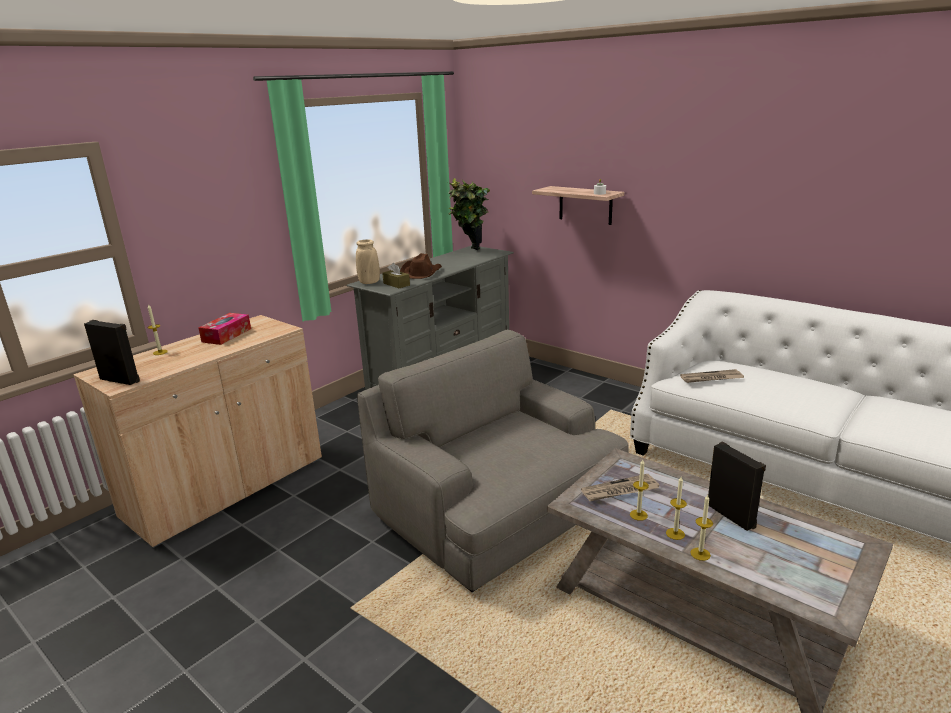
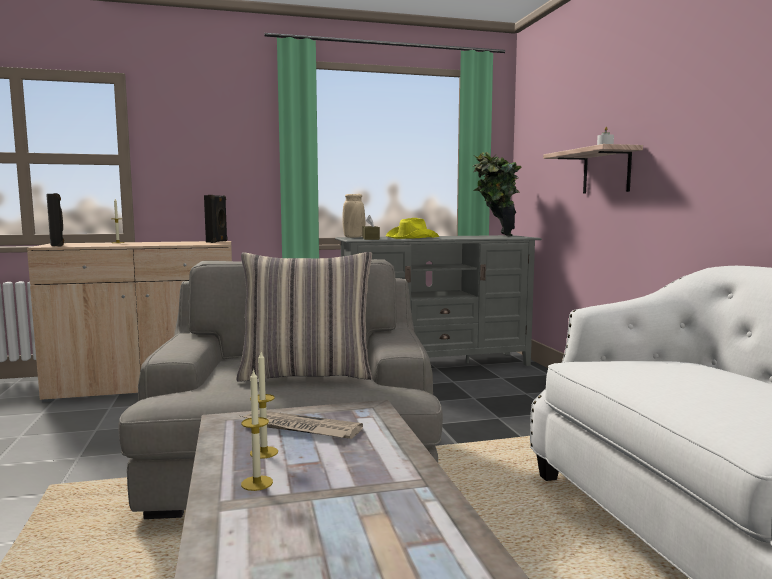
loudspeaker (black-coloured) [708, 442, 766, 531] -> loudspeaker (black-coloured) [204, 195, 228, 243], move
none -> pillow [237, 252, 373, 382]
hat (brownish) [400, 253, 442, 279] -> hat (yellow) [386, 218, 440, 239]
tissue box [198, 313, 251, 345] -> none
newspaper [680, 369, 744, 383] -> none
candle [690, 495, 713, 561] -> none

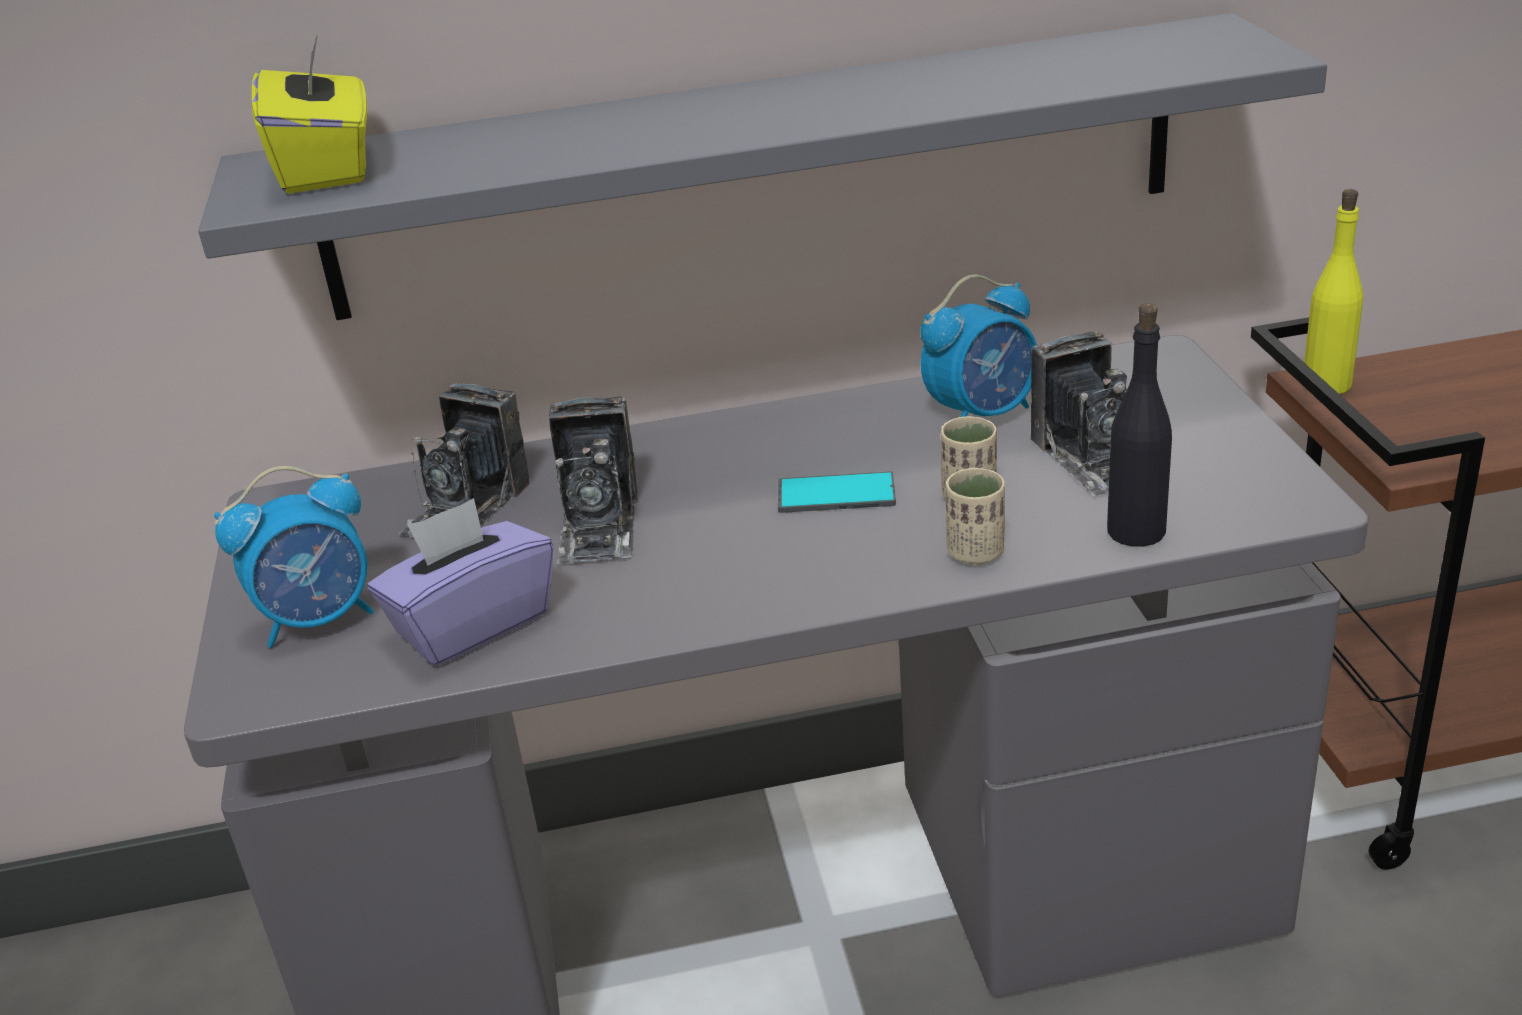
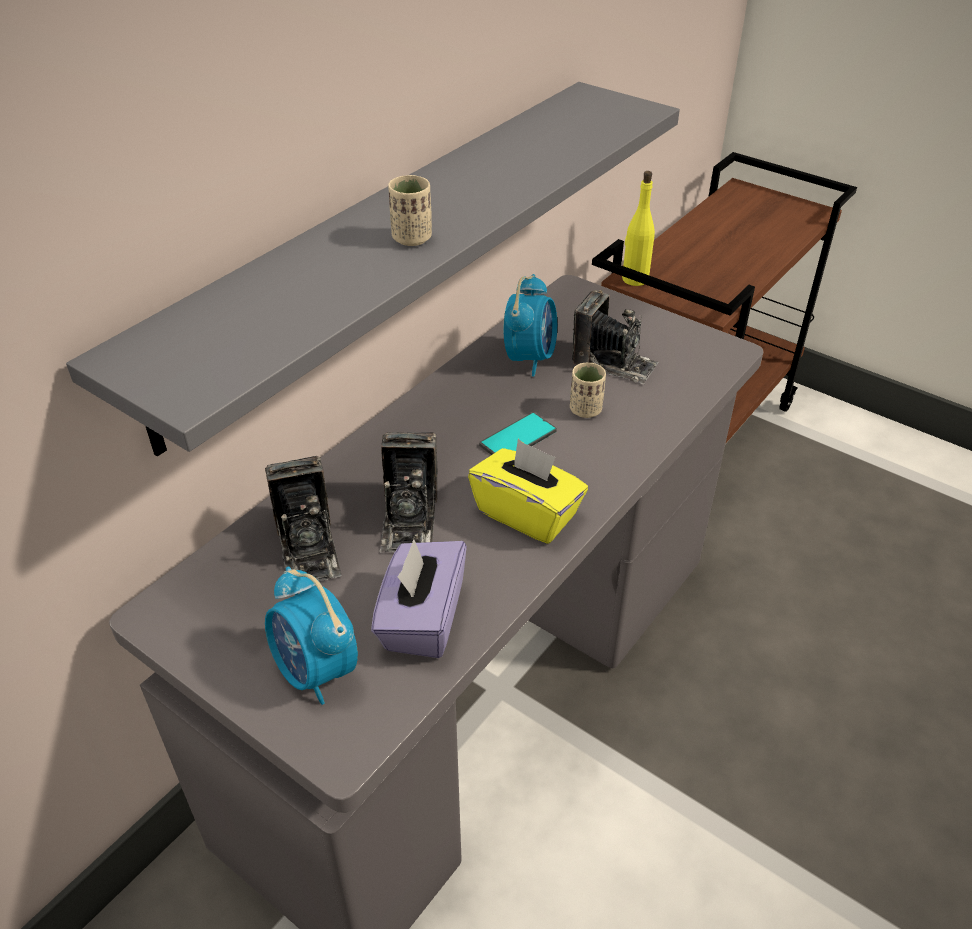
alarm clock [214, 466, 374, 648] -> alarm clock [265, 567, 358, 705], 120 degrees clockwise
photo camera [549, 396, 638, 565] -> photo camera [380, 432, 438, 553], 45 degrees clockwise
cup (beige) [946, 468, 1005, 565] -> cup (beige) [388, 175, 432, 246], move
tissue box (yellow) [252, 34, 367, 194] -> tissue box (yellow) [468, 439, 588, 544], move
beverage bottle (black-coloured) [1107, 303, 1172, 547] -> none

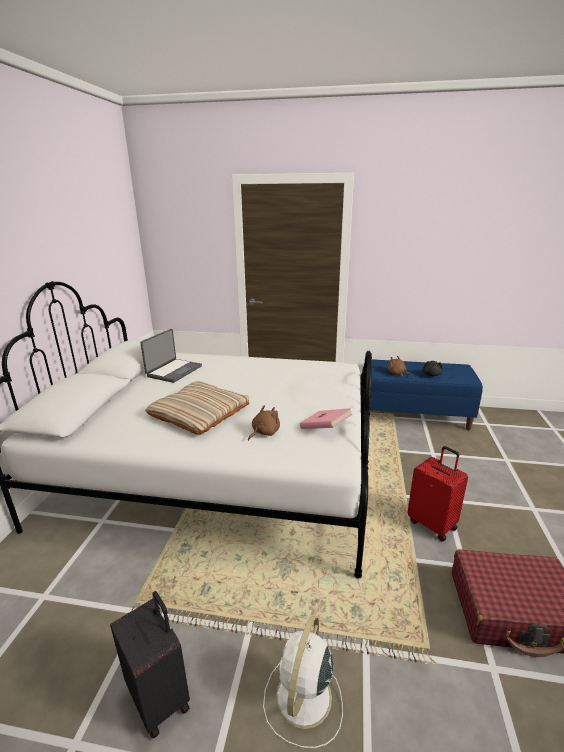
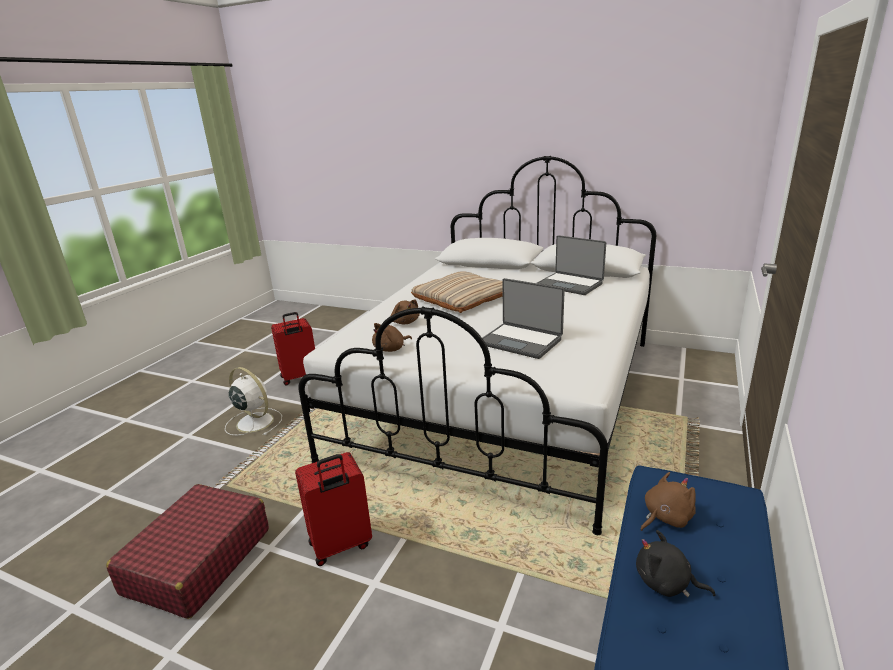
suitcase (black-coloured) [110, 591, 190, 739] -> suitcase (red-coloured) [271, 312, 315, 386]
book (pink) [300, 408, 353, 429] -> soft toy (brownish) [372, 323, 412, 352]
none -> notebook computer [482, 278, 565, 359]

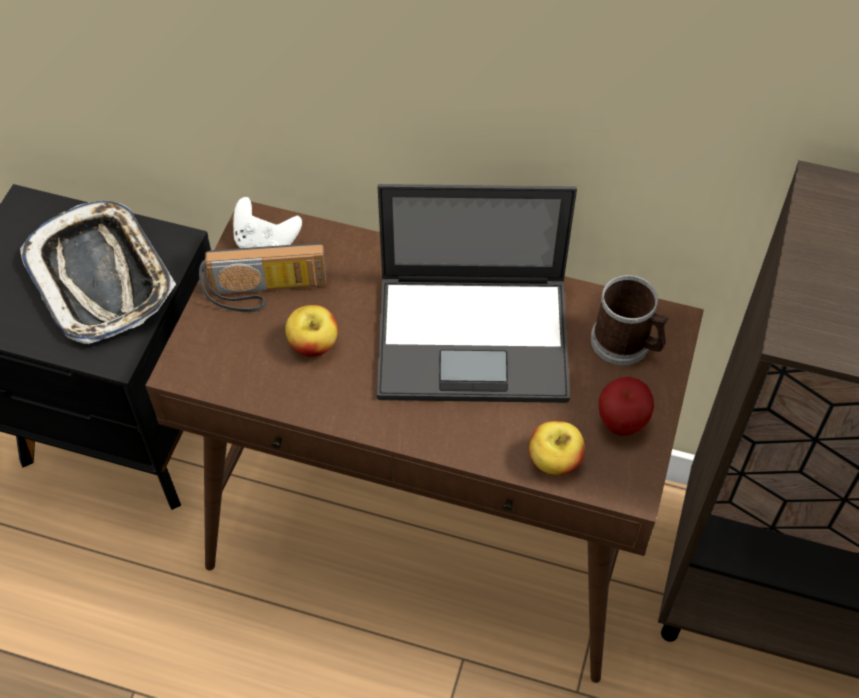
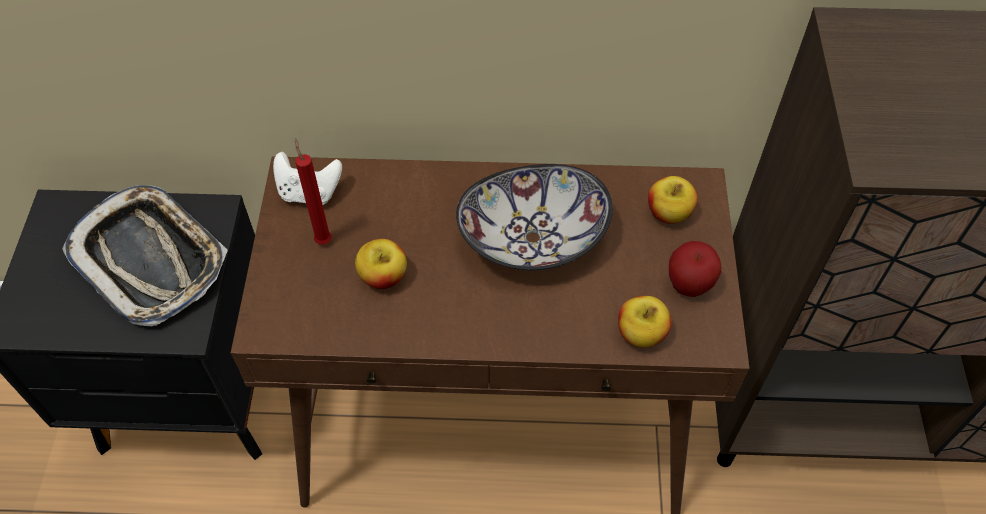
radio set [199, 243, 327, 312] -> candle (red-coloured) [295, 138, 332, 245]
notebook computer [377, 184, 577, 403] -> serving bowl [456, 164, 613, 271]
coffee mug [591, 275, 669, 365] -> apple fruit [648, 176, 698, 224]

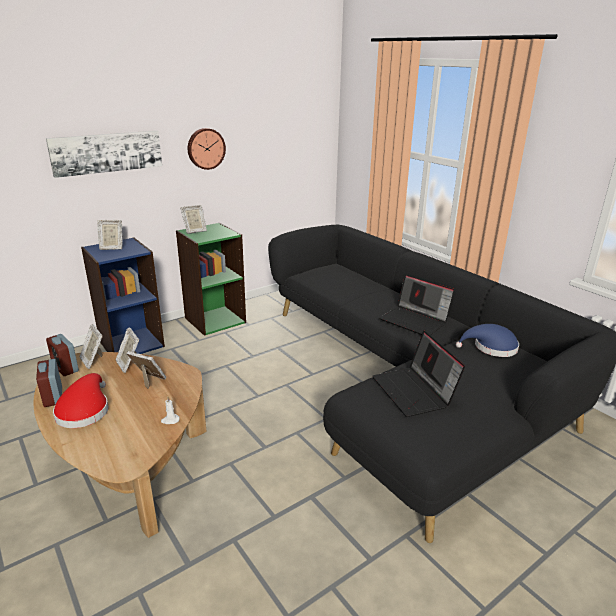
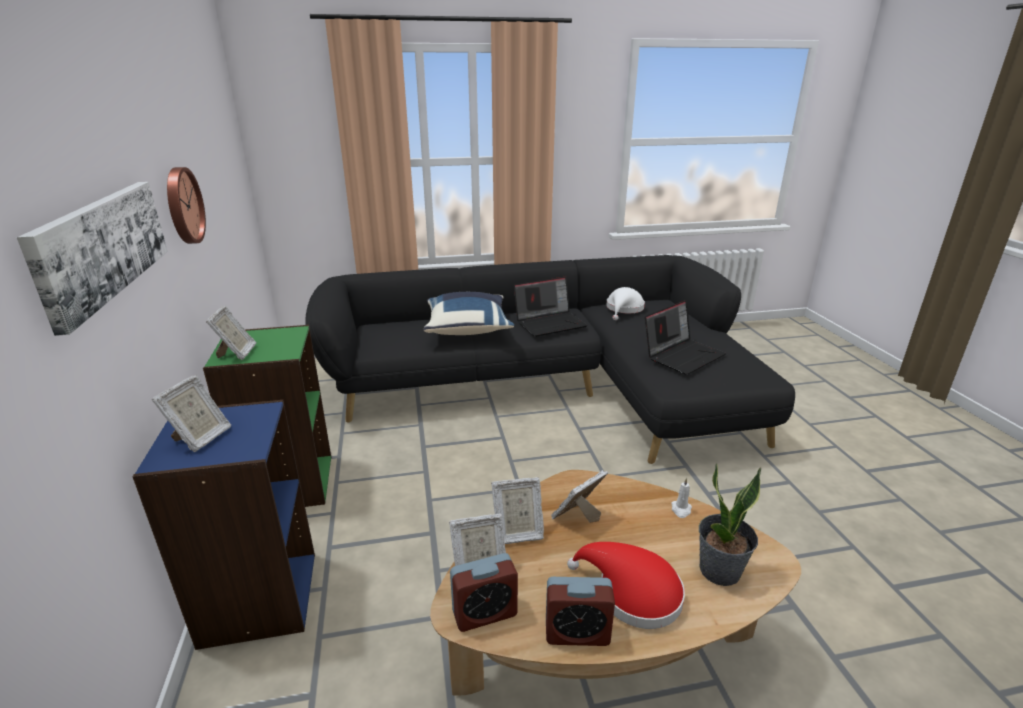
none -> pillow (blue-coloured) [424, 292, 514, 335]
hat (blue-coloured) [456, 324, 519, 357] -> hat (white) [606, 287, 645, 320]
notebook computer [372, 331, 465, 417] -> notebook computer [645, 300, 726, 375], 45 degrees counterclockwise
none -> plant in a pot [699, 464, 761, 586]

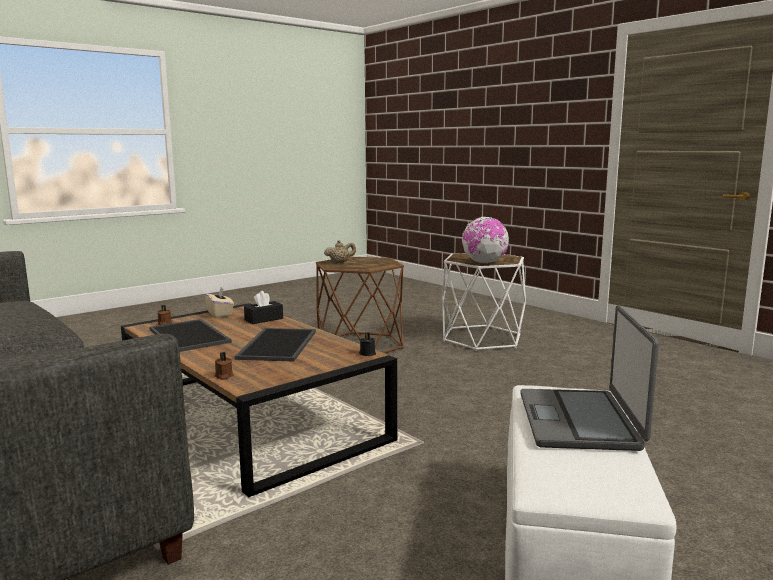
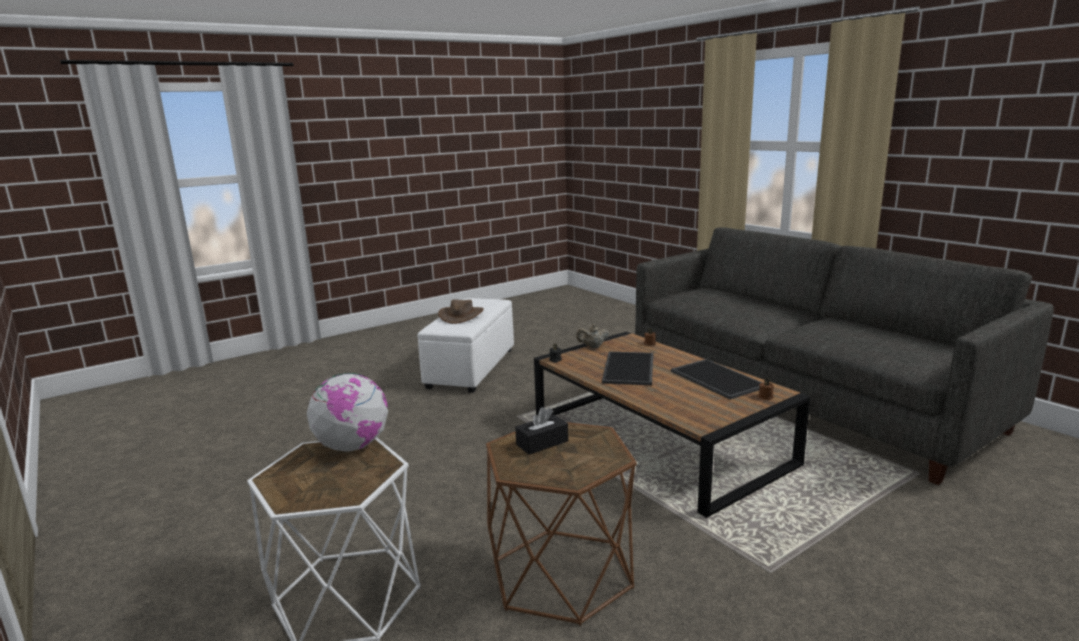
notebook computer [520, 305, 659, 451] -> hat (brownish) [438, 299, 484, 324]
tissue box (black-coloured) [244, 291, 283, 324] -> tissue box (black-coloured) [515, 407, 568, 455], move
tea pot (beige) [324, 240, 356, 263] -> tea pot (beige) [576, 324, 609, 348], move
tissue box (beige) [205, 287, 234, 318] -> none

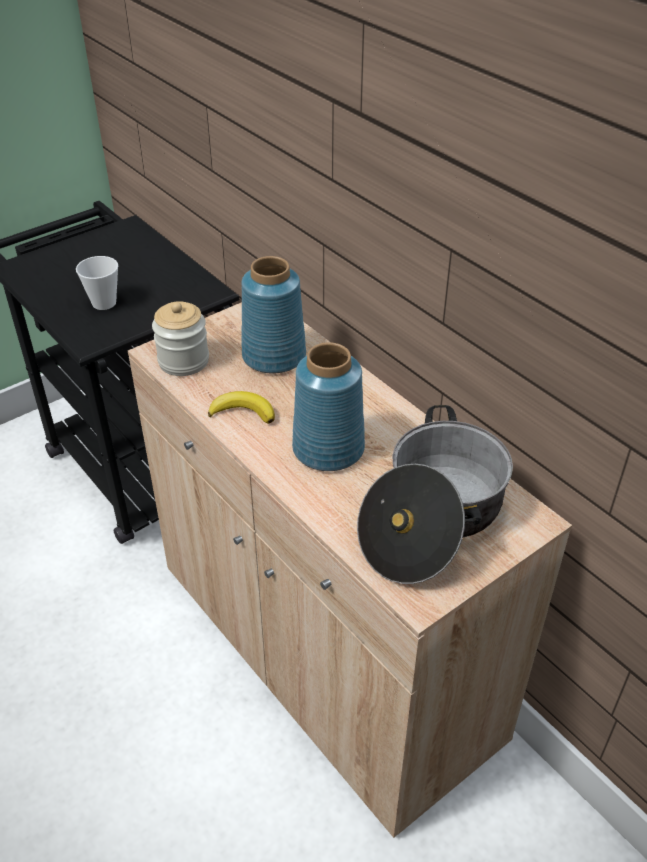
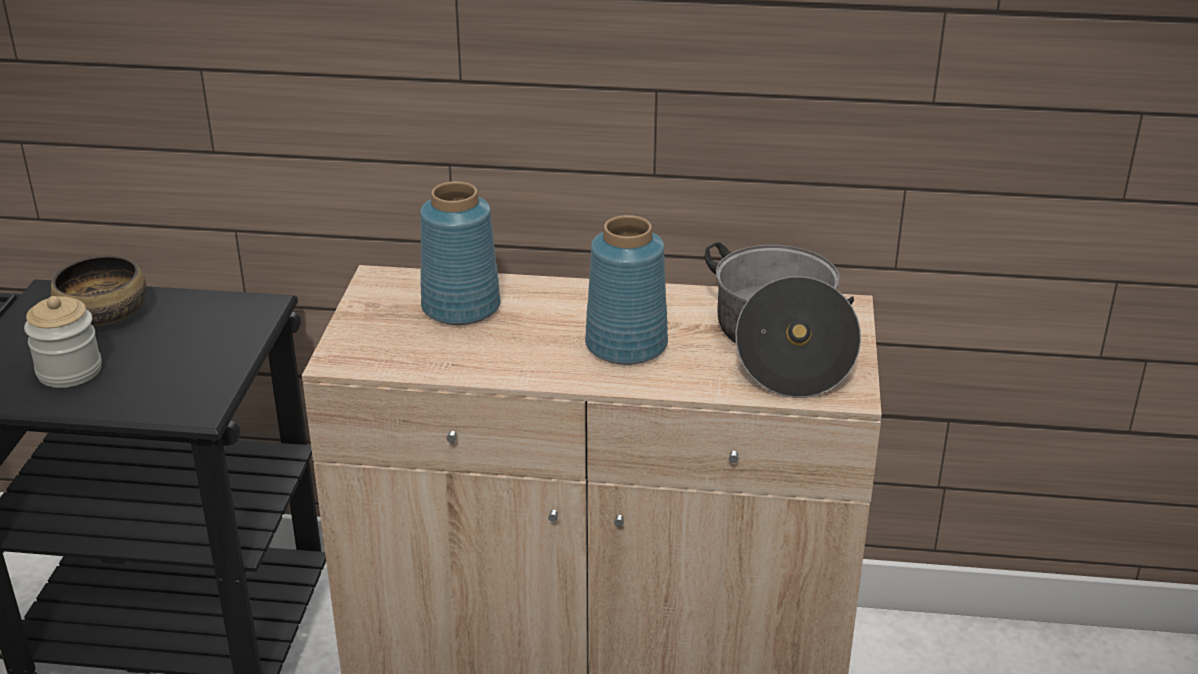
storage jar [152, 301, 209, 376] -> storage jar [24, 296, 102, 388], move
none -> serving bowl [51, 255, 146, 326]
cup [76, 256, 118, 310] -> none
banana [208, 391, 275, 424] -> none

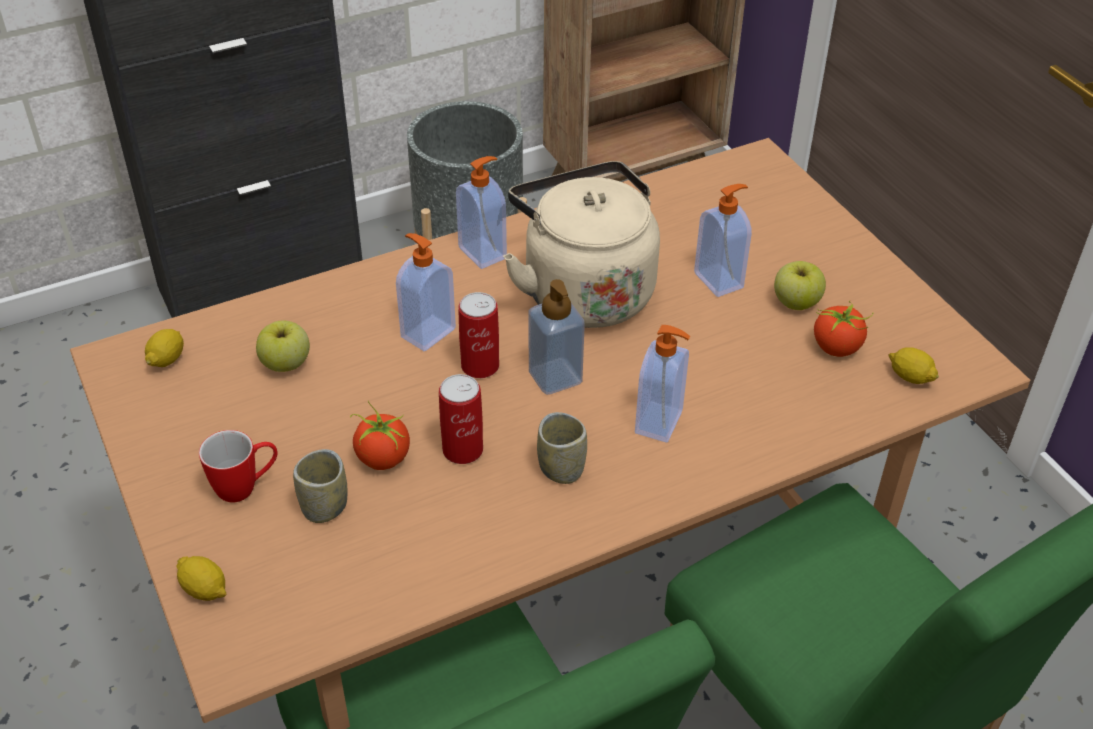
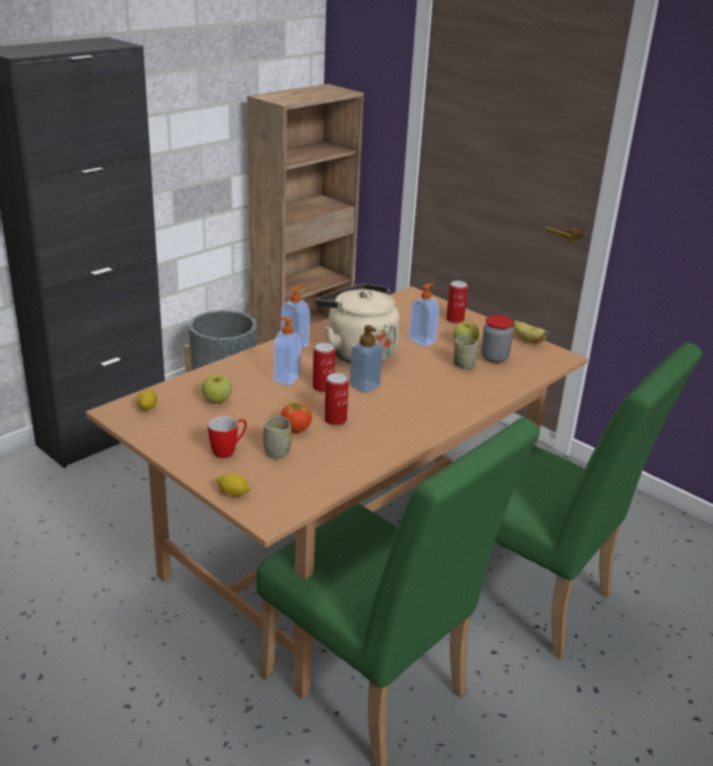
none -> sealed can [446, 281, 468, 323]
cup [537, 412, 587, 484] -> cup [453, 336, 478, 370], move
whole tomato [814, 301, 873, 357] -> storage jar [481, 315, 513, 363]
none -> banana [514, 320, 549, 344]
soap dispenser [635, 325, 690, 443] -> none
lemon [889, 348, 939, 384] -> none

